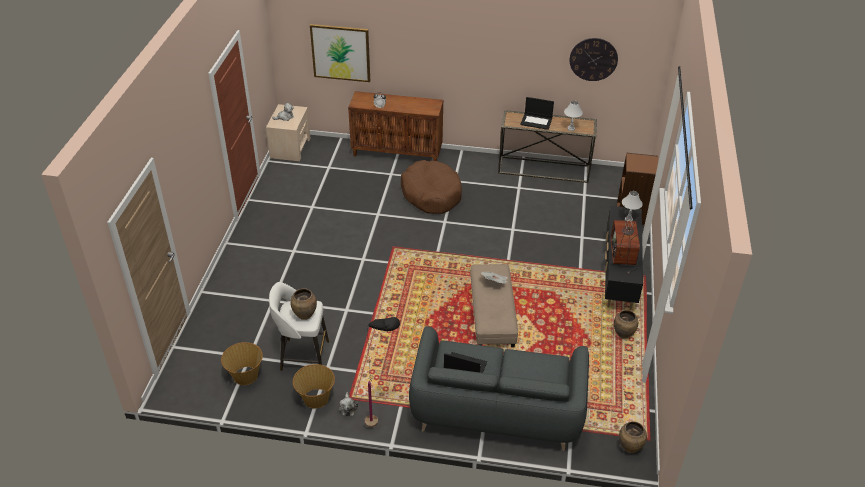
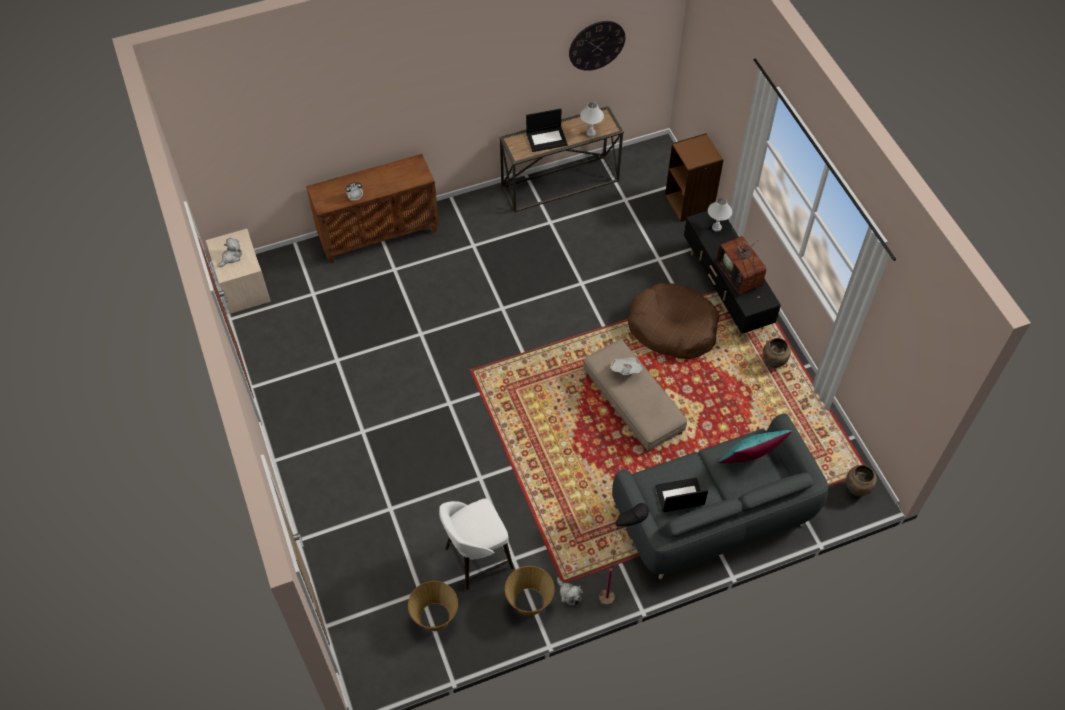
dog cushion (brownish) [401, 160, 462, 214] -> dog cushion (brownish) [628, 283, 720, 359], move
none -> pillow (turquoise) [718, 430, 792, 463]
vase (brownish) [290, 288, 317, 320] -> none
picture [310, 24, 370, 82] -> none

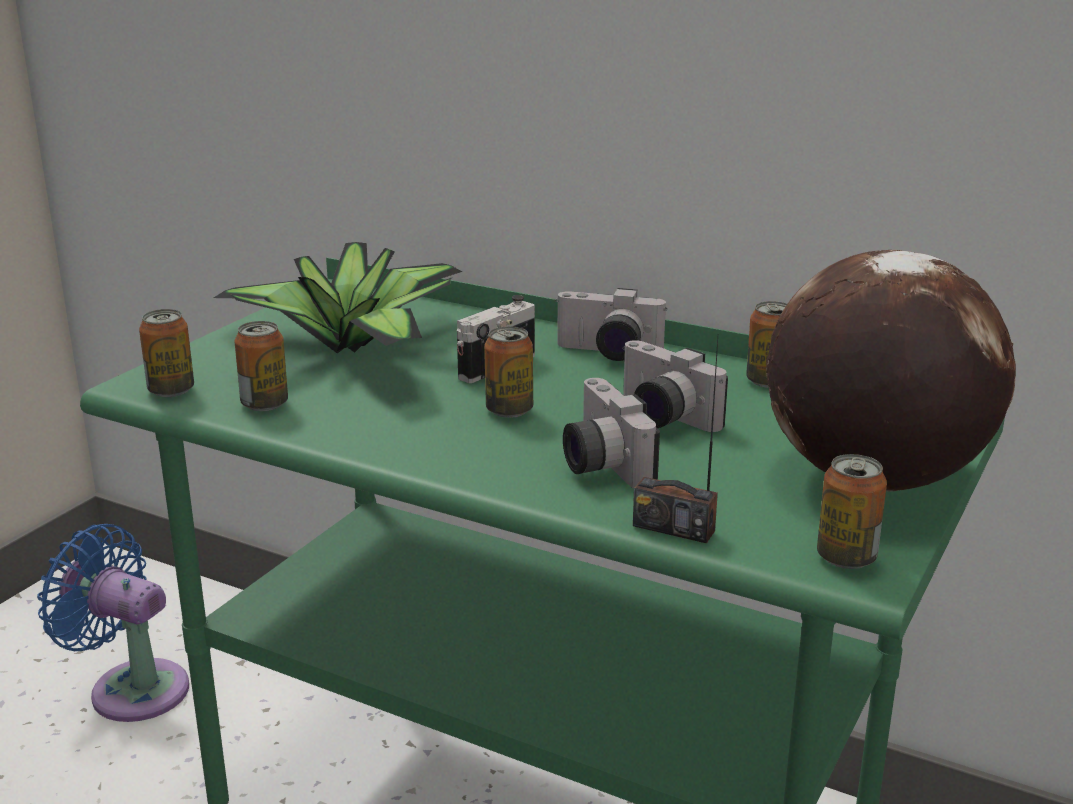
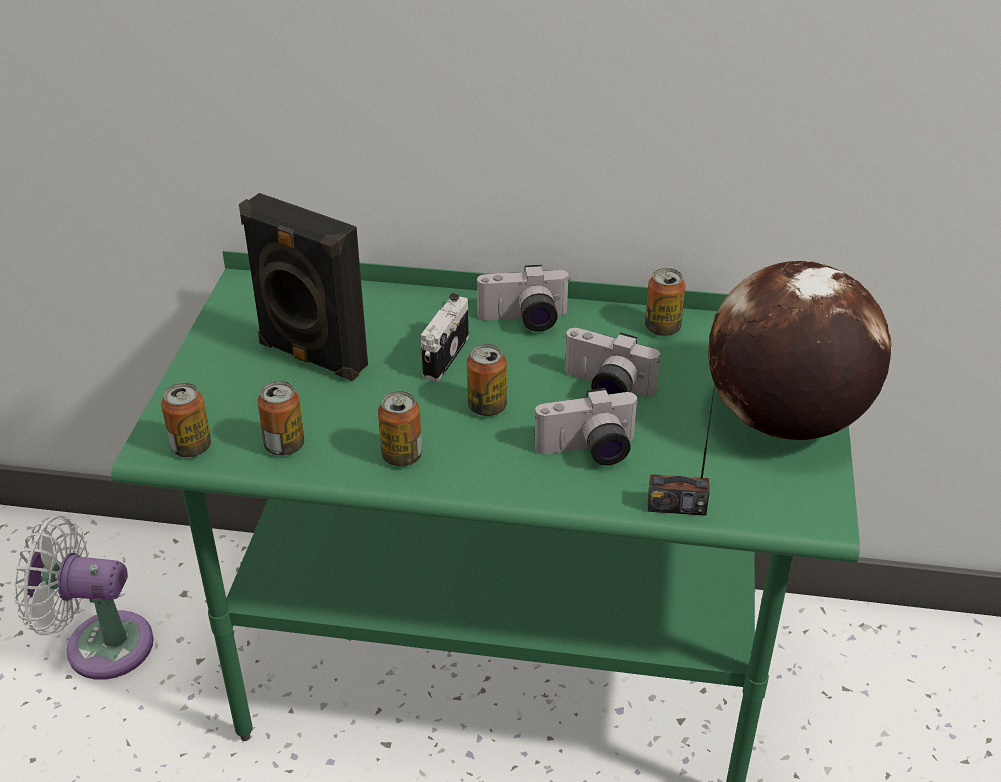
electric fan (blue-coloured) [37, 524, 189, 722] -> electric fan (white) [14, 516, 154, 680]
plant in a pot [214, 242, 462, 354] -> loudspeaker (black-coloured) [239, 193, 368, 381]
sealed can [817, 454, 887, 569] -> sealed can [378, 391, 422, 466], move
photo camera [563, 378, 660, 488] -> photo camera [534, 388, 640, 465], 60 degrees counterclockwise

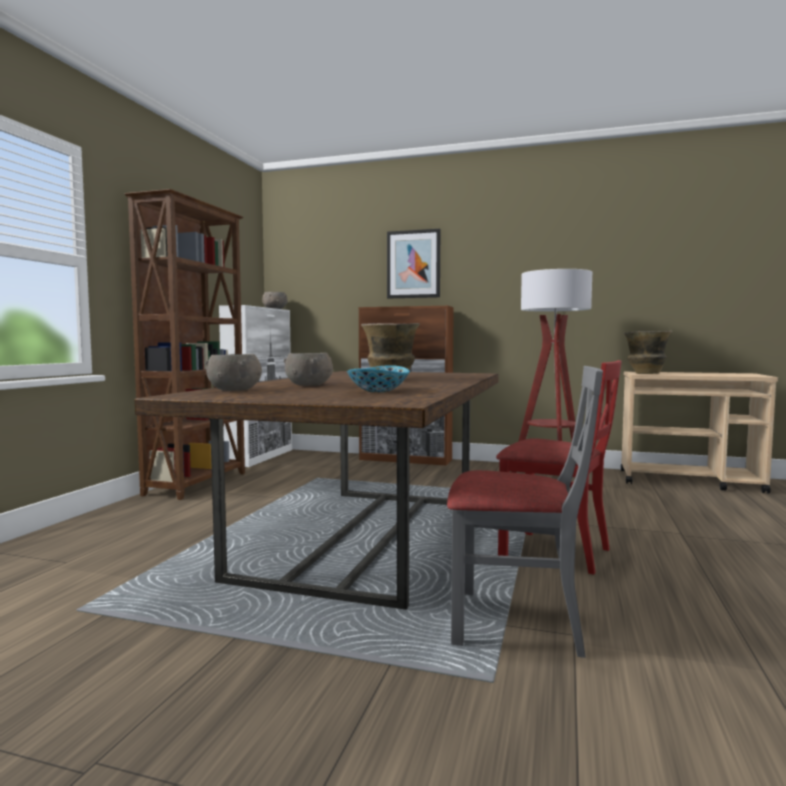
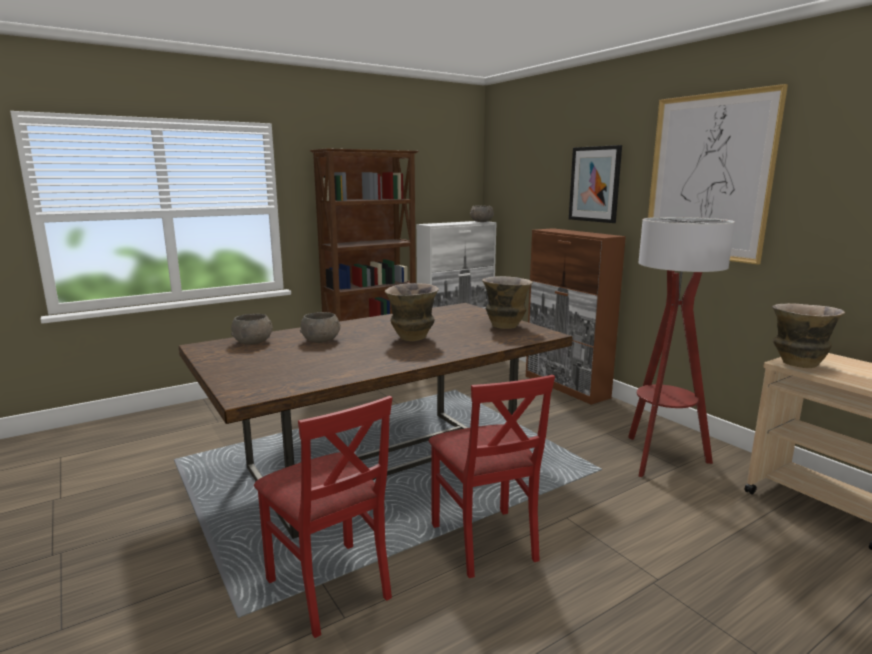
upright chair (grey) [447, 366, 603, 658] -> upright chair (red-coloured) [254, 396, 392, 638]
none -> vase [482, 276, 533, 329]
none -> picture [648, 84, 788, 265]
serving bowl [347, 365, 410, 392] -> none

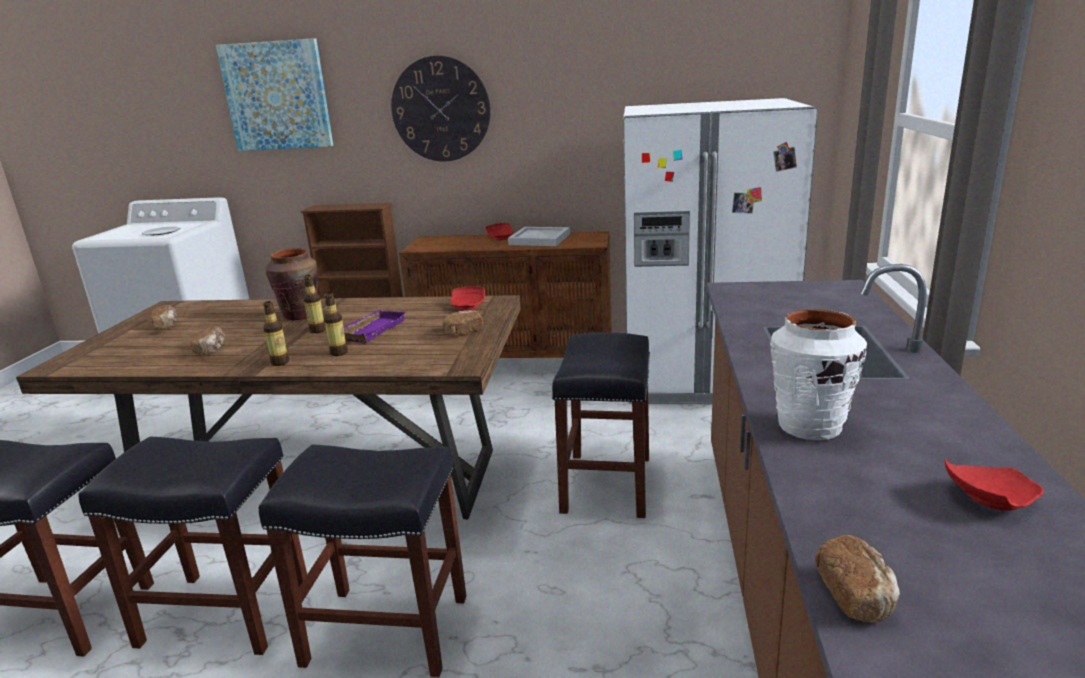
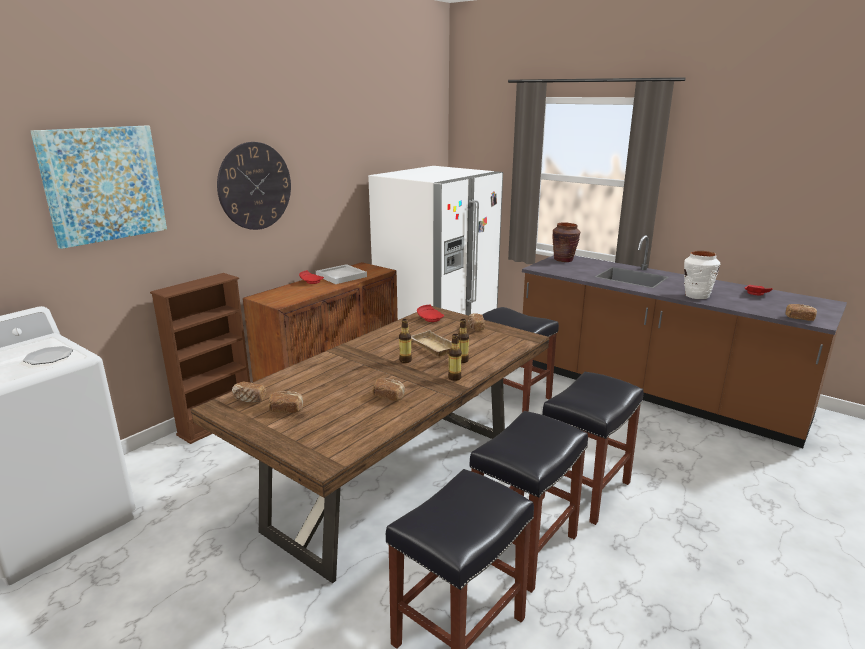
none -> bread [232, 381, 266, 403]
serving tray (purple) [344, 310, 406, 343] -> serving tray (beige) [411, 330, 452, 356]
vase (brownish) [266, 248, 318, 320] -> vase (brownish) [552, 222, 580, 262], move

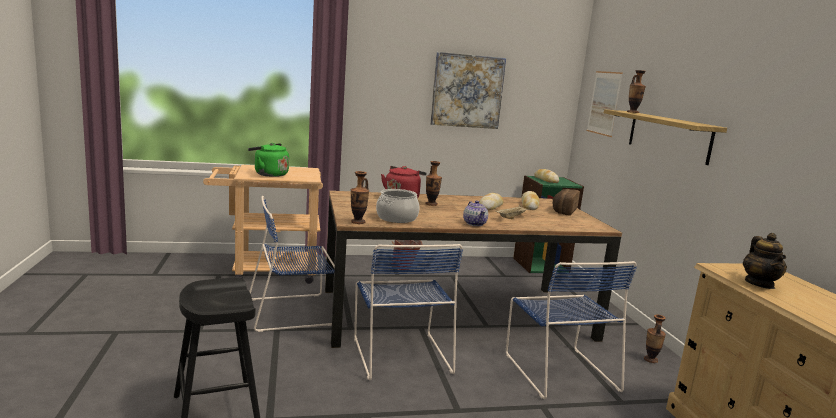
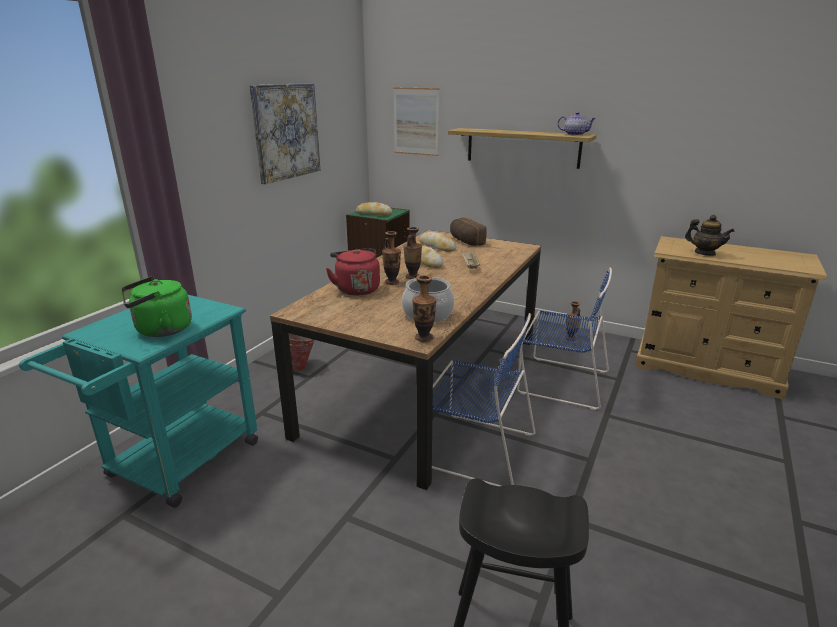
cart (beige) [203, 165, 323, 284] -> cart (turquoise) [19, 295, 258, 508]
vase [627, 70, 646, 113] -> vase [404, 227, 422, 279], move
tea pot [463, 200, 488, 226] -> tea pot [558, 112, 596, 136], move
upright chair (blue-coloured) [249, 196, 335, 332] -> none

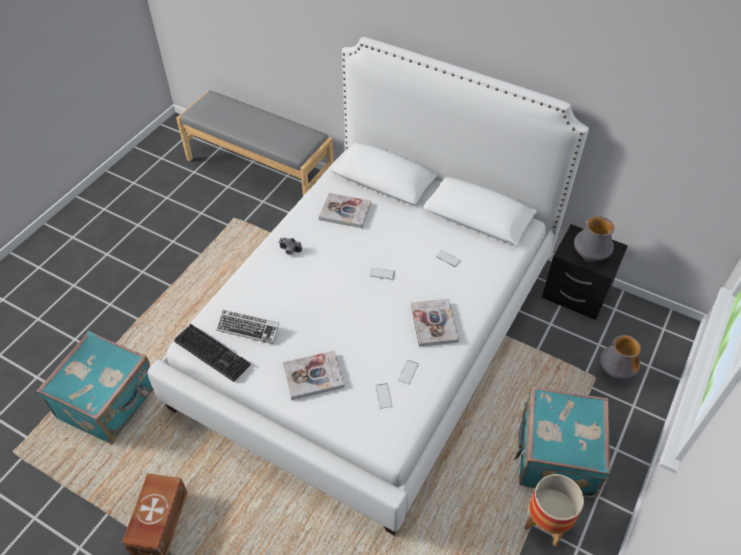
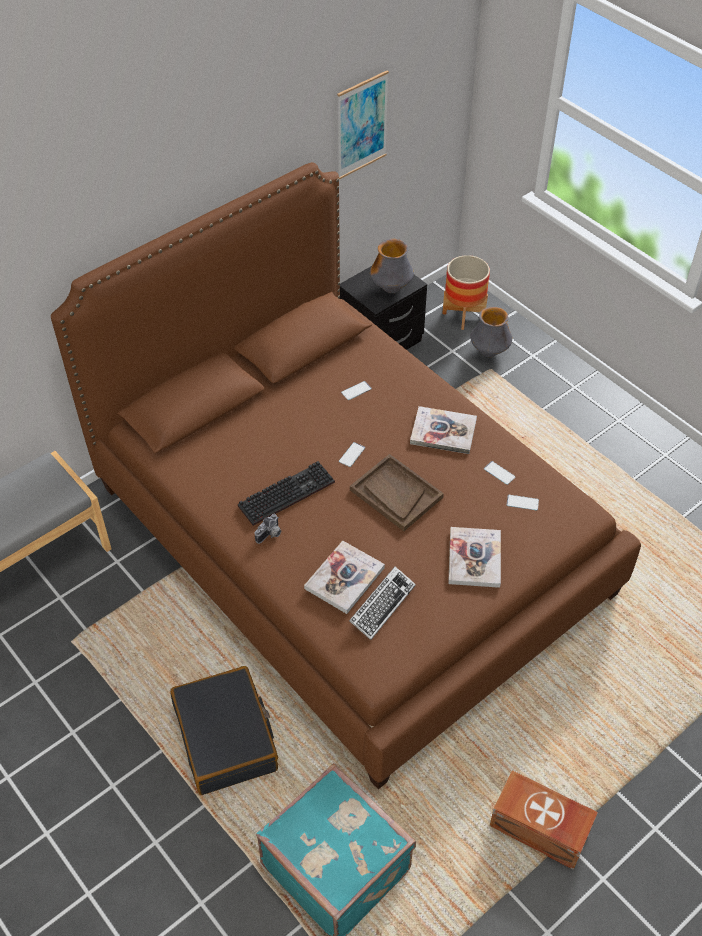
bedroom bed (white) [147, 37, 589, 535] -> bedroom bed (brownish) [51, 162, 641, 789]
none -> suitcase (black-coloured) [170, 666, 278, 795]
PC keyboard [174, 324, 251, 382] -> PC keyboard [238, 461, 335, 526], move
book [319, 193, 371, 228] -> book [304, 541, 385, 614], move
none -> picture [337, 70, 389, 179]
none -> serving tray (brownish) [350, 454, 444, 531]
flower pot [524, 474, 584, 547] -> flower pot [442, 255, 490, 330], move
suitcase (turquoise) [514, 387, 610, 498] -> none

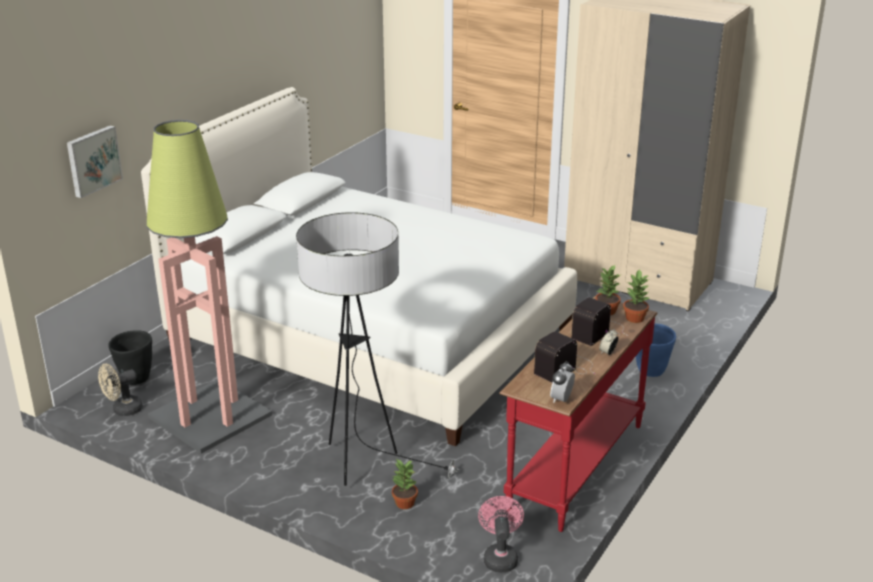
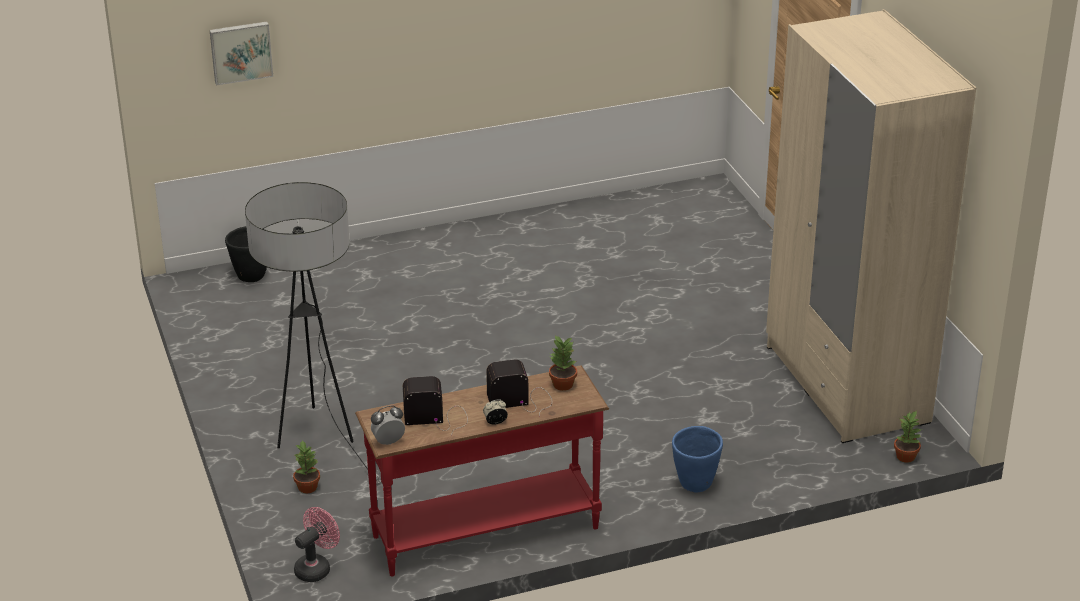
plant in a pot [623, 269, 649, 323] -> plant in a pot [894, 411, 921, 463], move
electric fan (beige) [98, 364, 143, 416] -> none
bedroom bed (white) [141, 87, 577, 446] -> none
standing lamp [147, 120, 272, 454] -> none

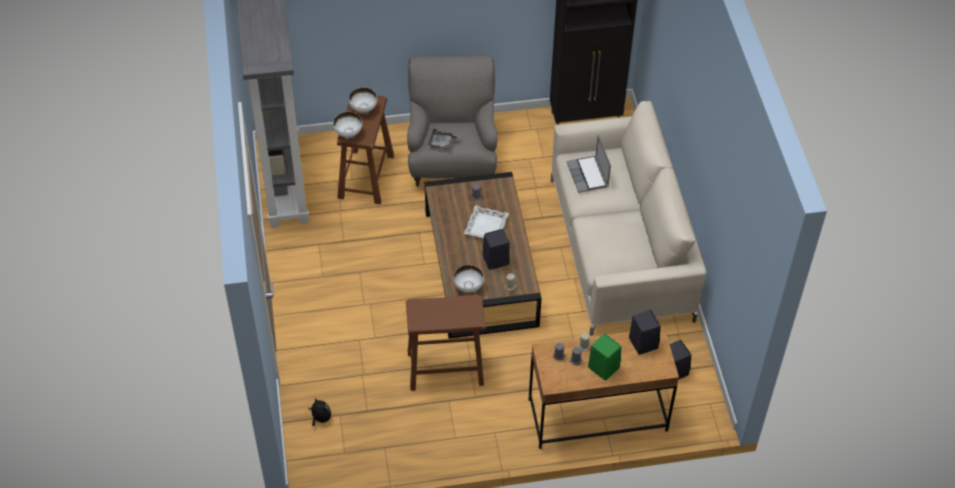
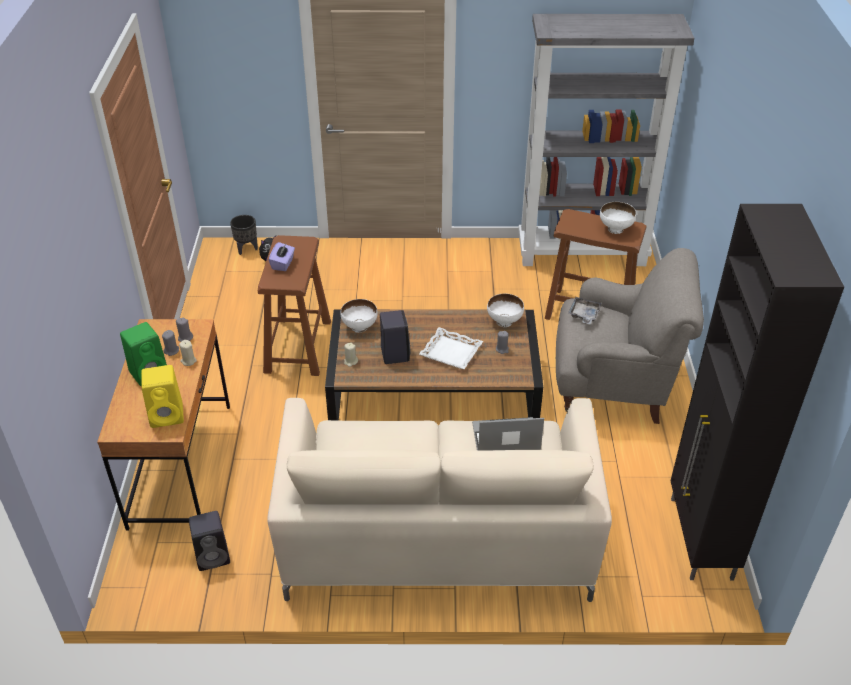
loudspeaker (black-coloured) [629, 310, 660, 355] -> loudspeaker (yellow) [141, 365, 184, 428]
none -> flower pot (black-coloured) [230, 215, 258, 255]
none -> tissue box (purple) [269, 242, 295, 271]
serving bowl (white) [333, 112, 362, 139] -> serving bowl (white) [487, 293, 524, 327], move

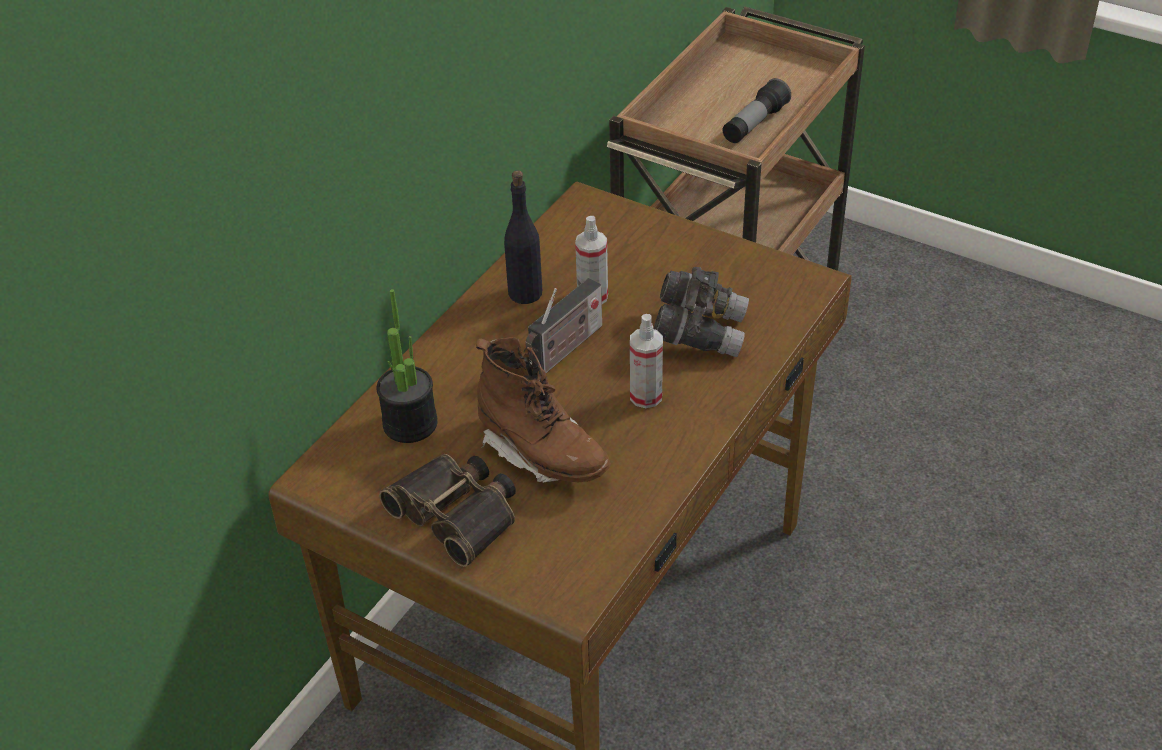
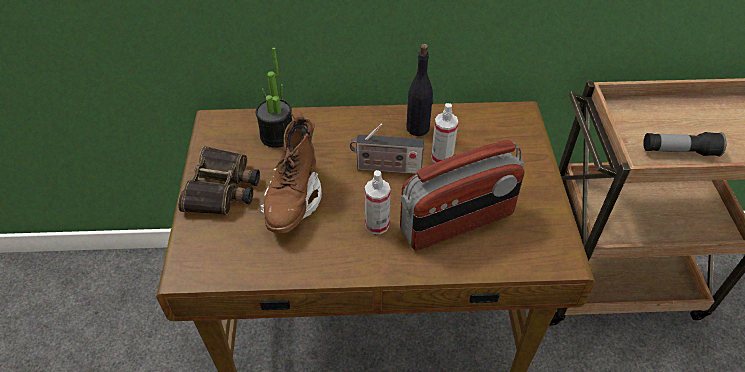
field glasses (grey) [654, 267, 749, 357] -> radio set [400, 140, 524, 250]

